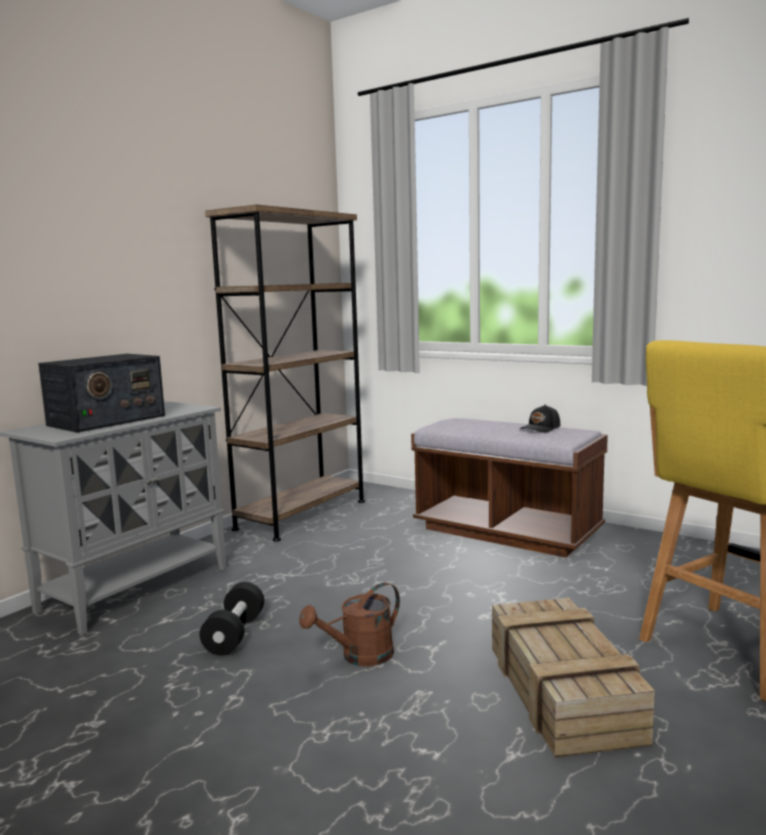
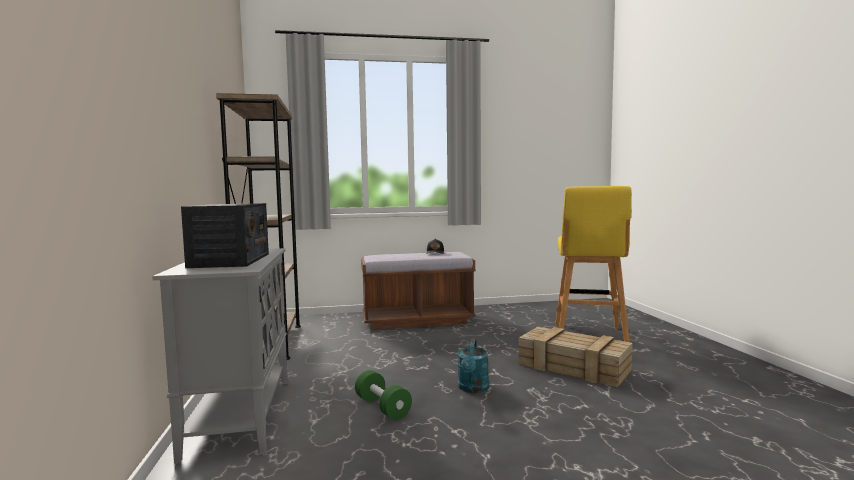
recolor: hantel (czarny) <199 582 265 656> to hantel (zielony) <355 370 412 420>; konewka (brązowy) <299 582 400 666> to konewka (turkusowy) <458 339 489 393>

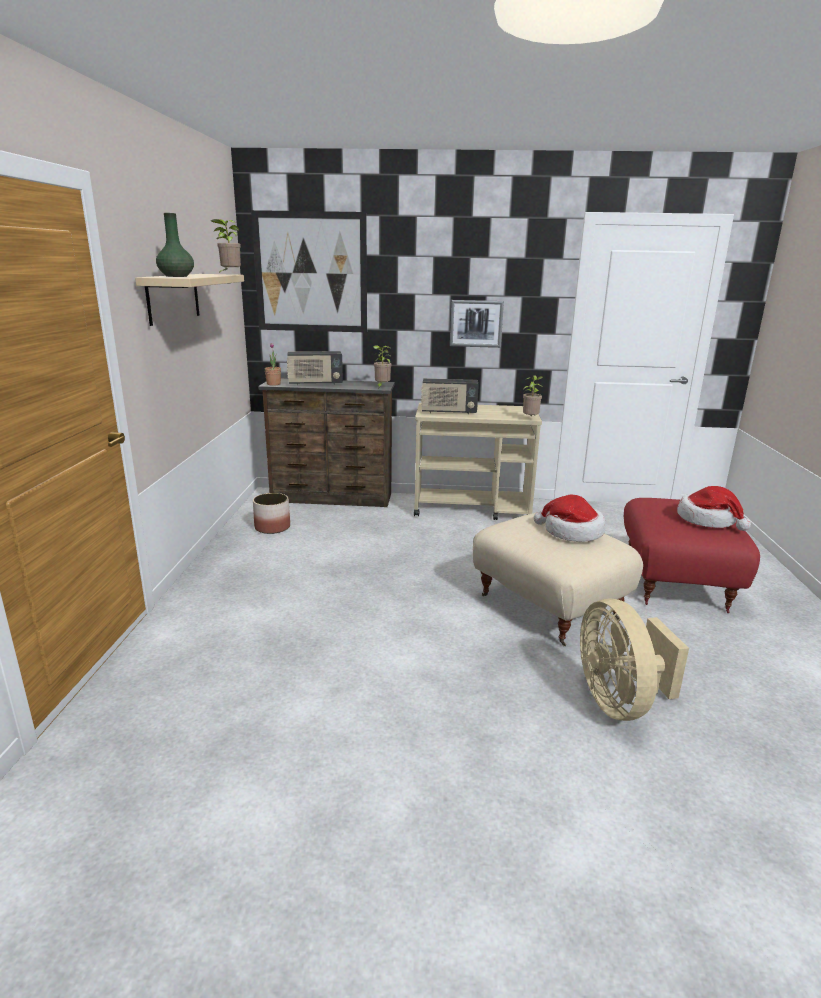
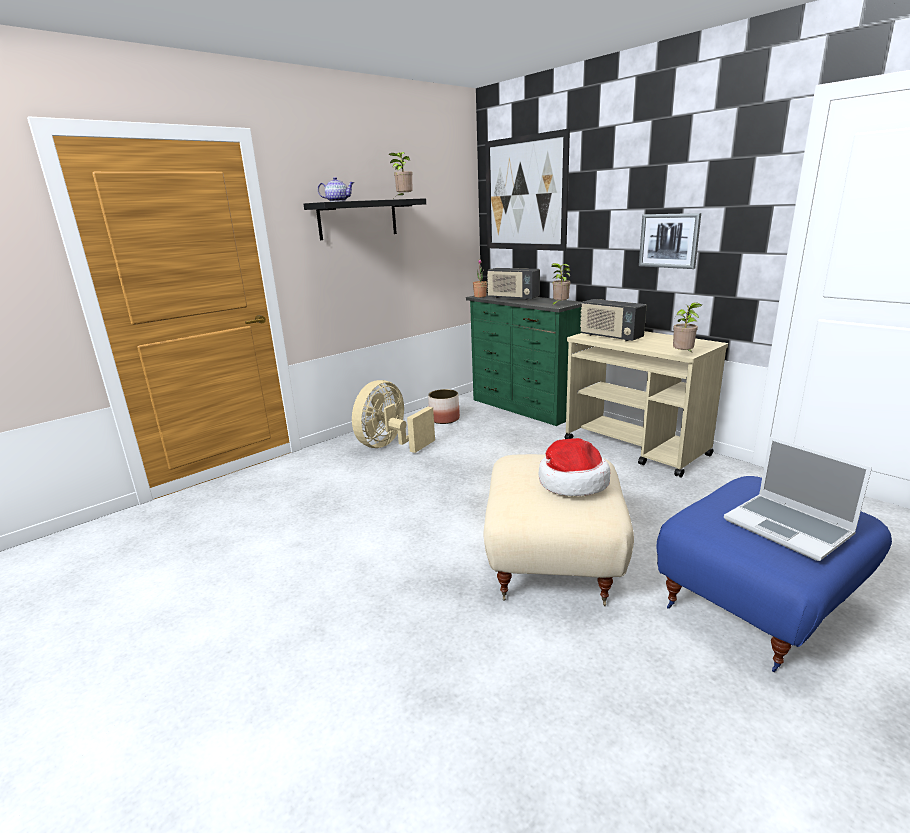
move: wentylator (beżowy) <580 598 689 721> to <352 380 435 453>
replace: wazon (zielony) <156 213 194 277> to imbryk <318 177 355 202>; kapelusz <677 486 751 531> to laptop <724 437 872 561>
recolor: półka (beżowy) <135 274 244 326> to półka (czarny) <304 198 426 240>; komoda (brązowy) <258 379 395 507> to komoda (zielony) <466 293 582 426>; pufa (czerwony) <624 498 760 613> to pufa (niebieski) <656 476 892 672>

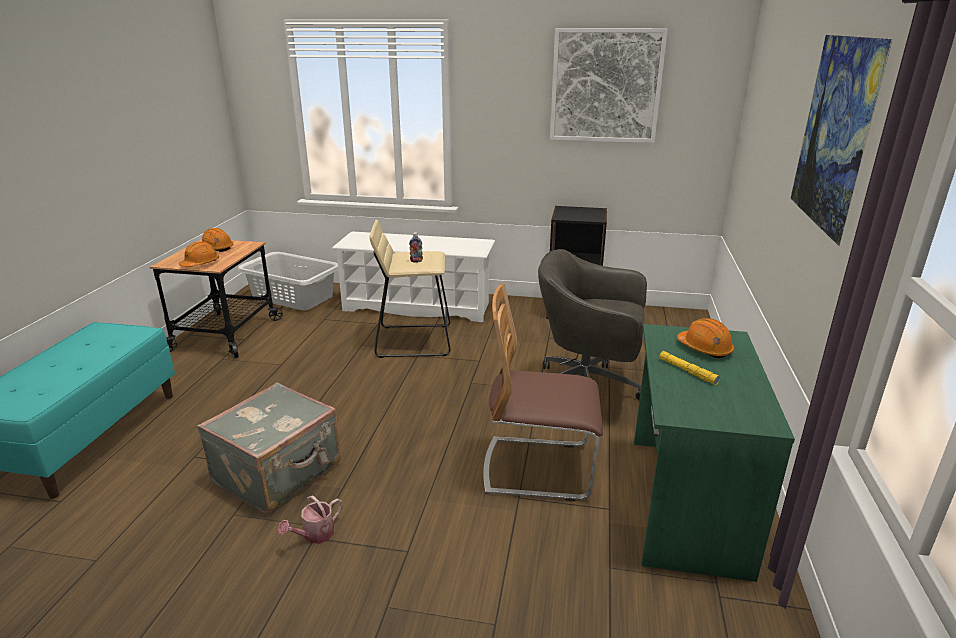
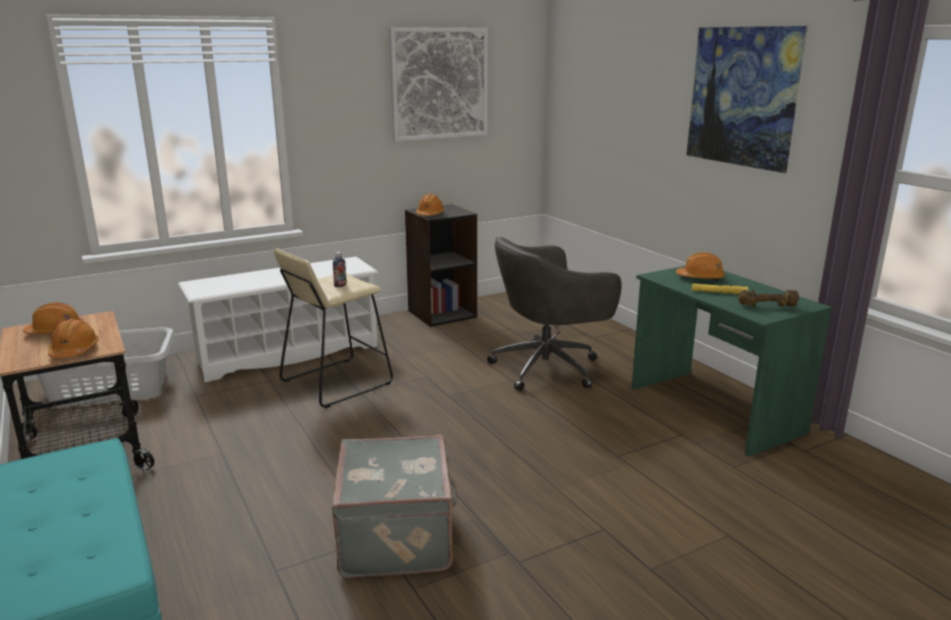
delete: krzesło <483 283 603 501>; konewka <278 495 342 544>
insert: kask (pomarańczowy) <416 194 444 216>; hantel (brązowy) <738 290 799 307>

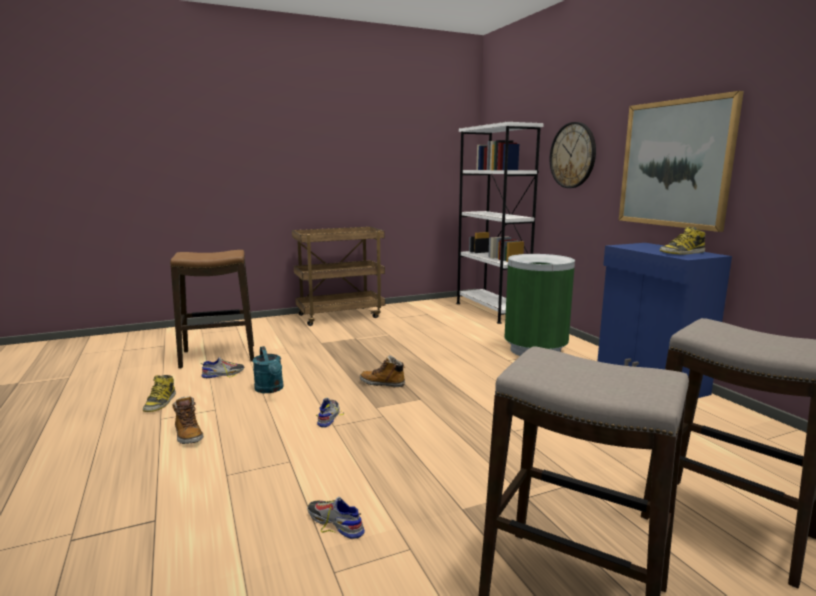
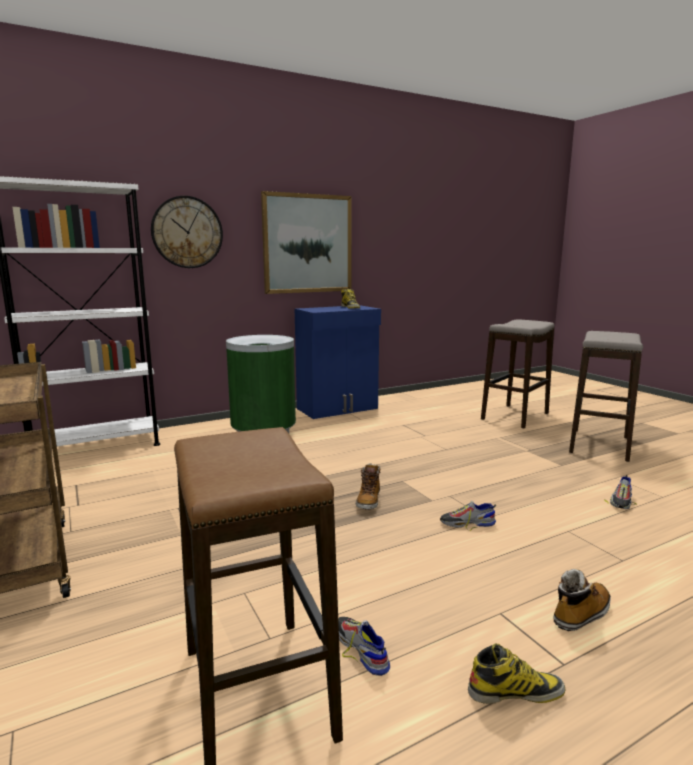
delete: konewka (turkusowy) <252 346 284 393>

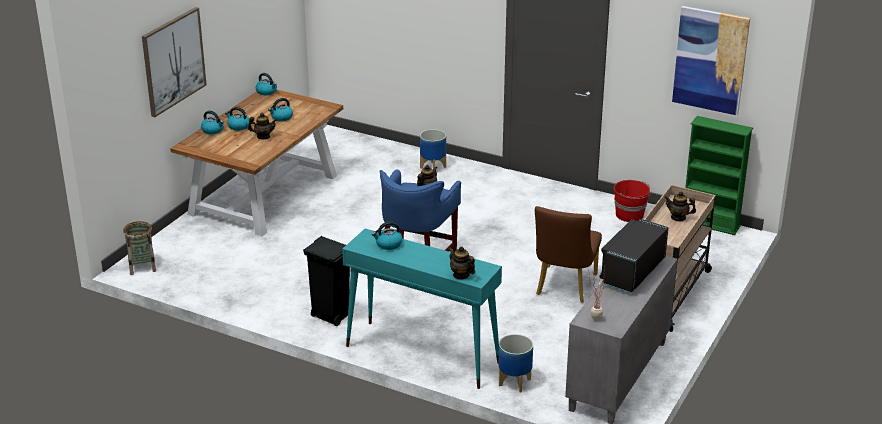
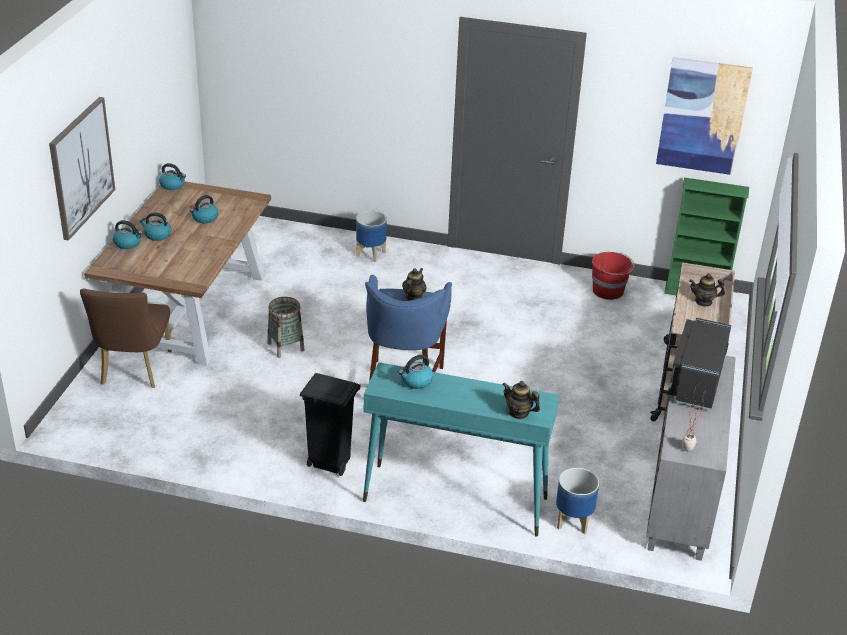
delete: imbryk <248 113 277 139>
move: krzesło (brązowy) <535 206 602 303> to <80 289 172 388>; koszyk <123 221 156 275> to <268 297 304 358>

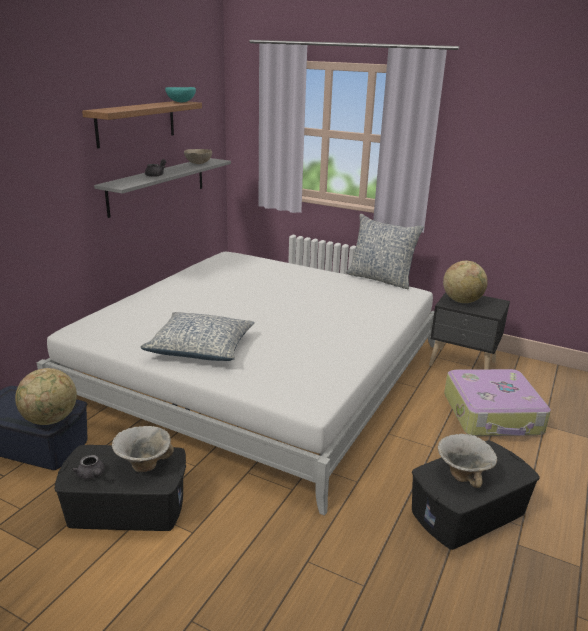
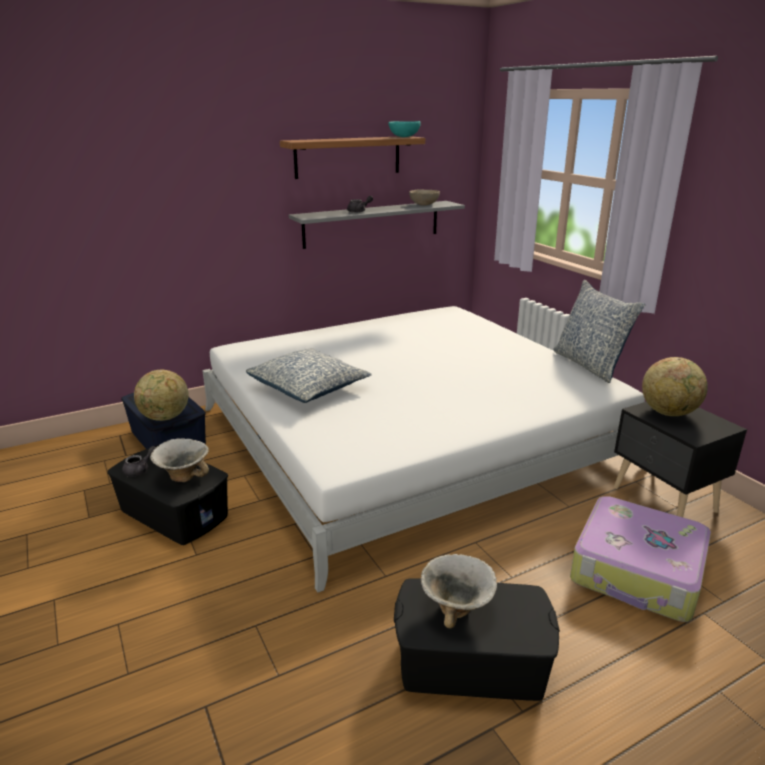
rotate: imbryk (szary) <72 455 104 480> = <122 446 156 477> 135 degrees counterclockwise

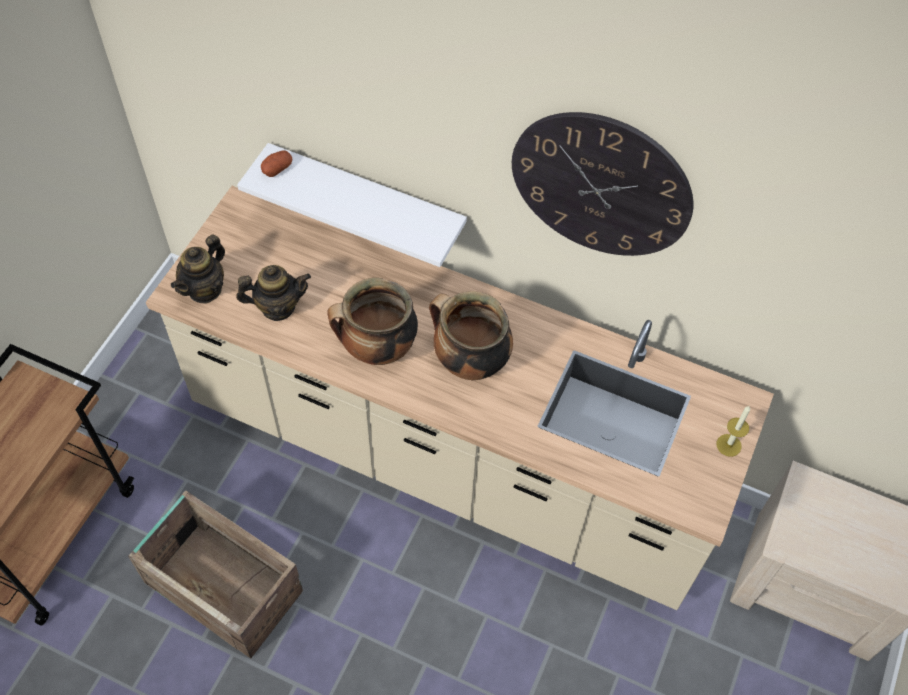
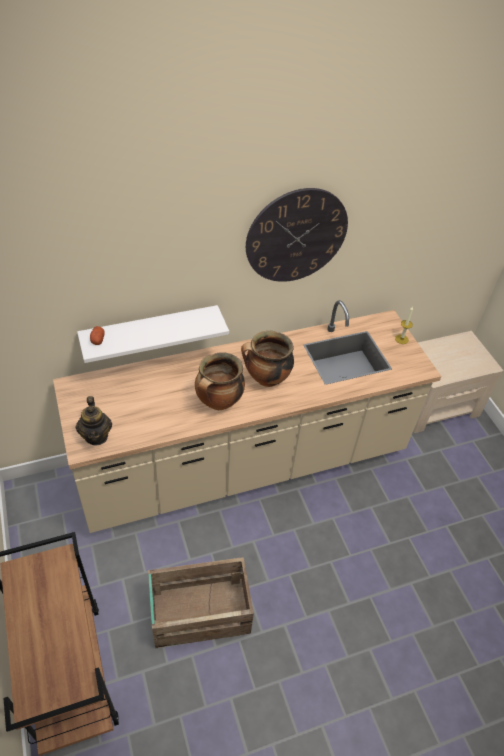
delete: imbryk <236 265 311 321>

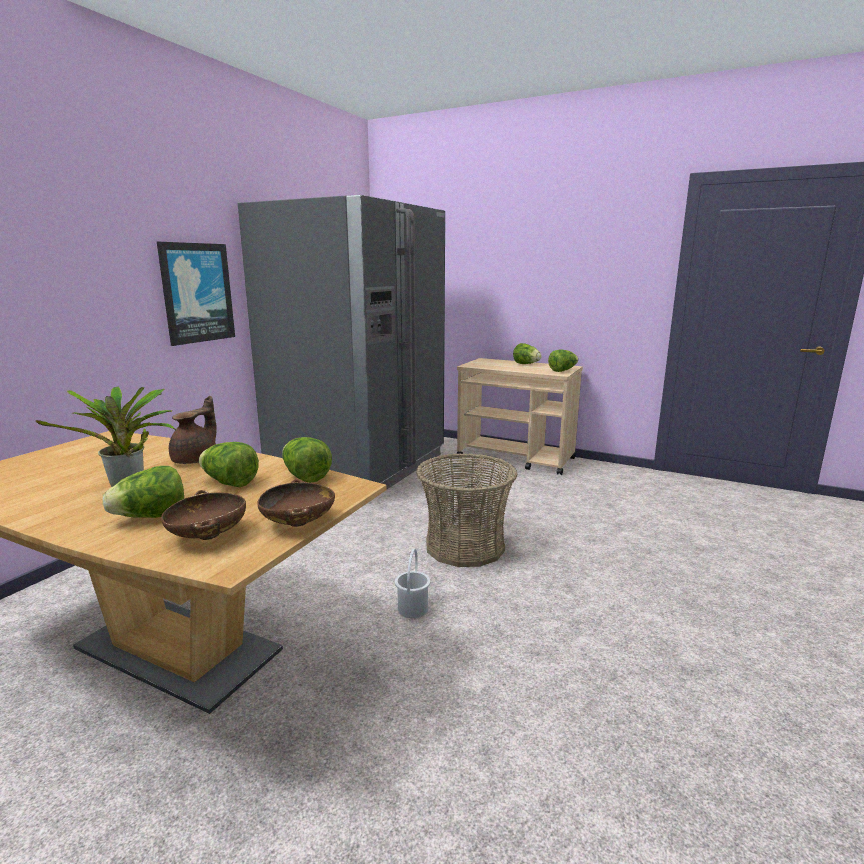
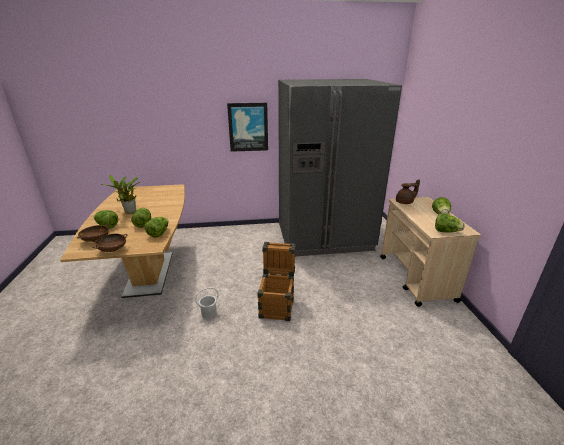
move: imbryk (brązowy) <169 396 216 464> to <396 179 420 204>
replace: koszyk <416 453 517 567> to skrzynka <257 242 296 321>

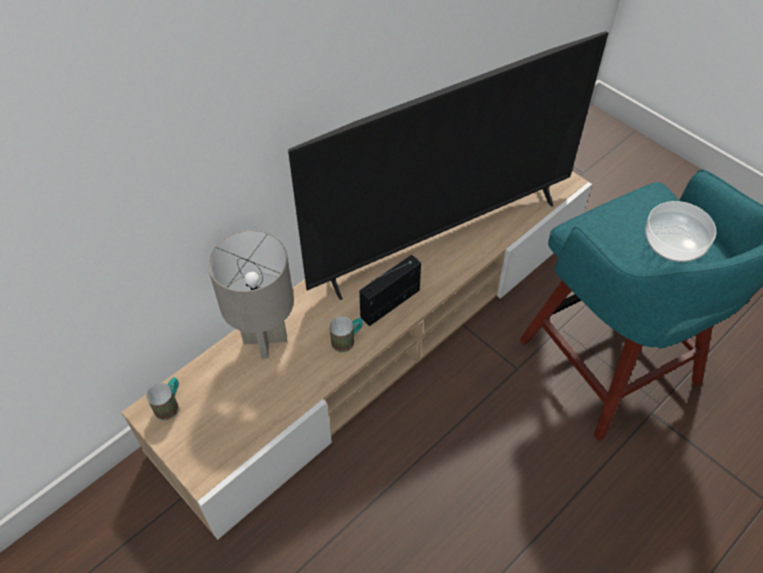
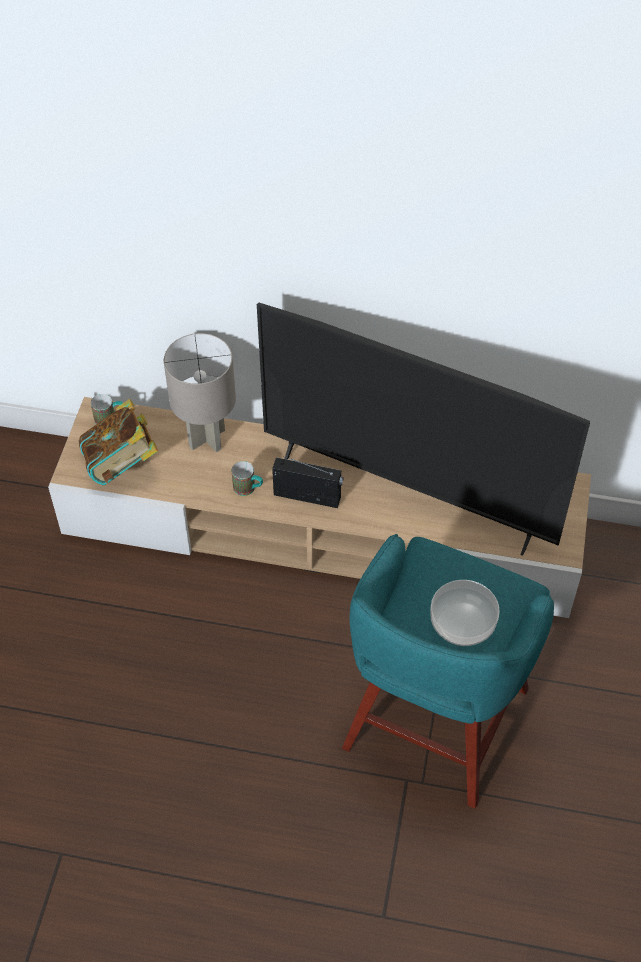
insert: książka <79 399 158 485>

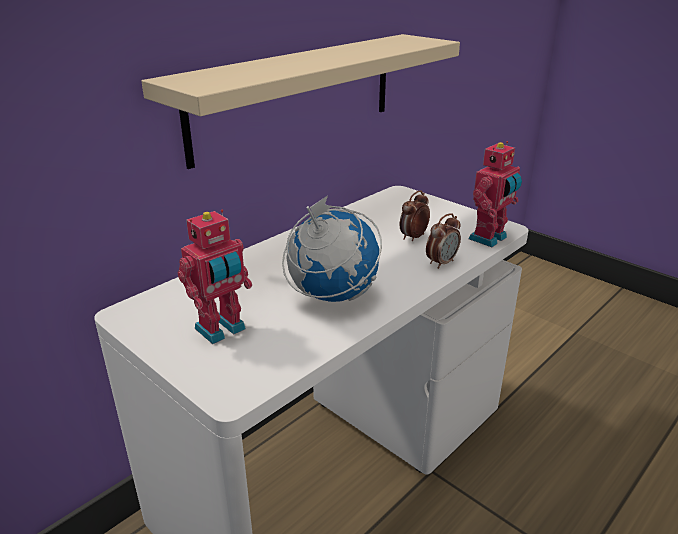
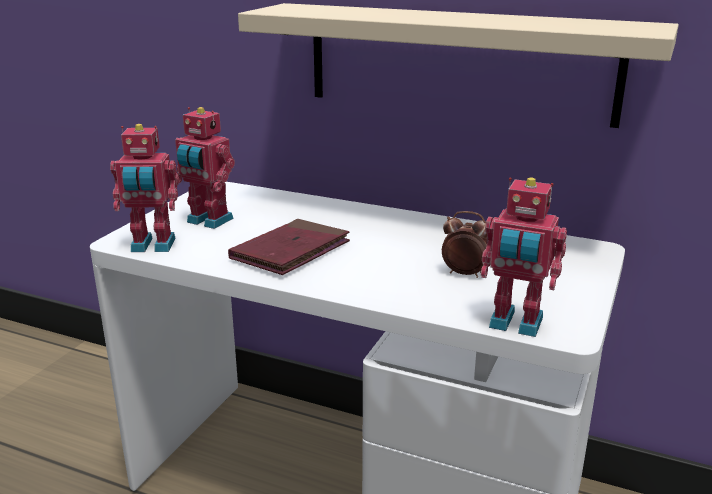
delete: budzik <426 213 461 269>
insert: robot zabawkowy <110 124 179 252>
replace: globus <282 195 382 302> to książka (czerwony) <228 219 350 275>

